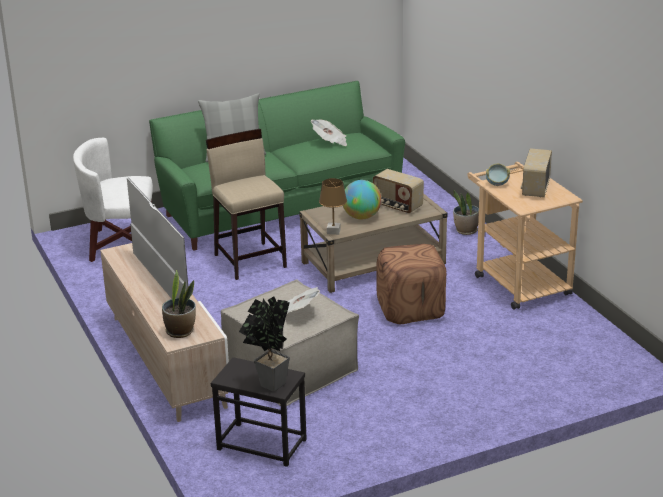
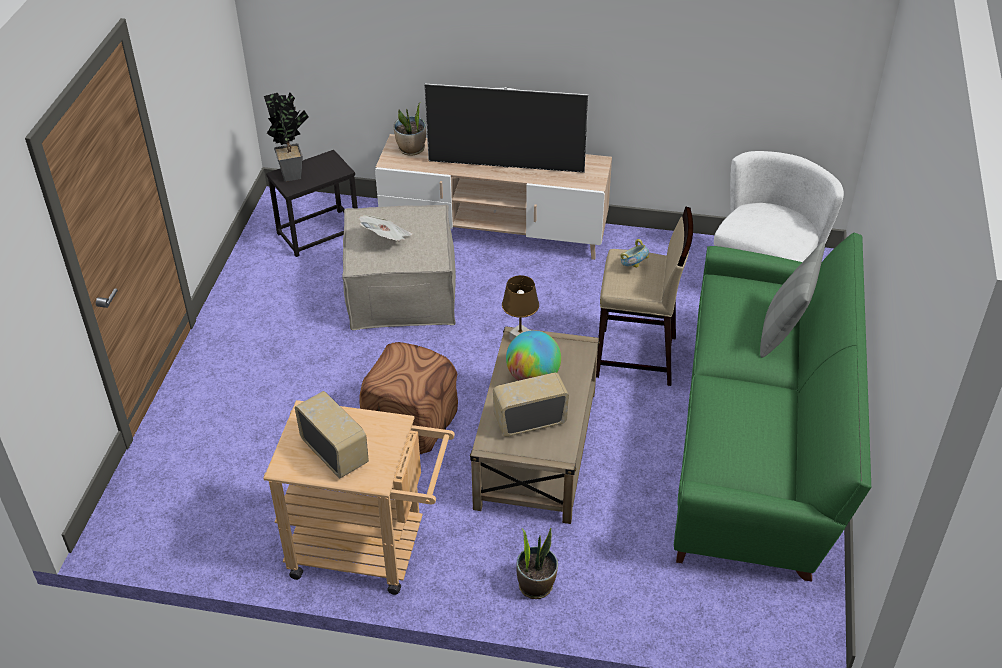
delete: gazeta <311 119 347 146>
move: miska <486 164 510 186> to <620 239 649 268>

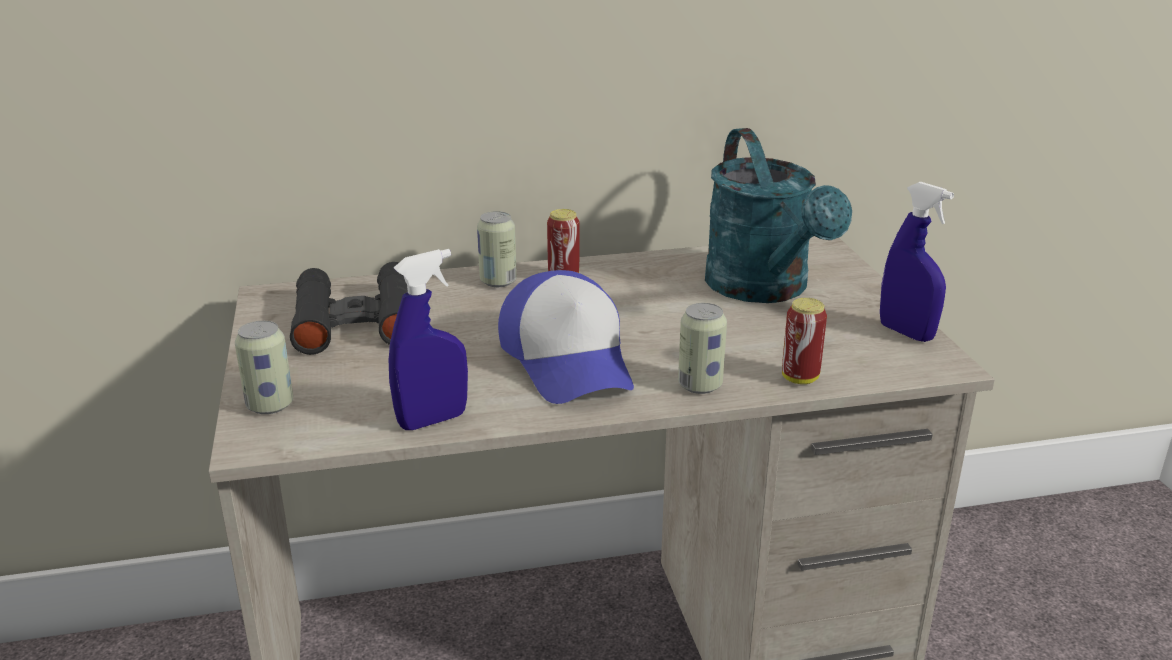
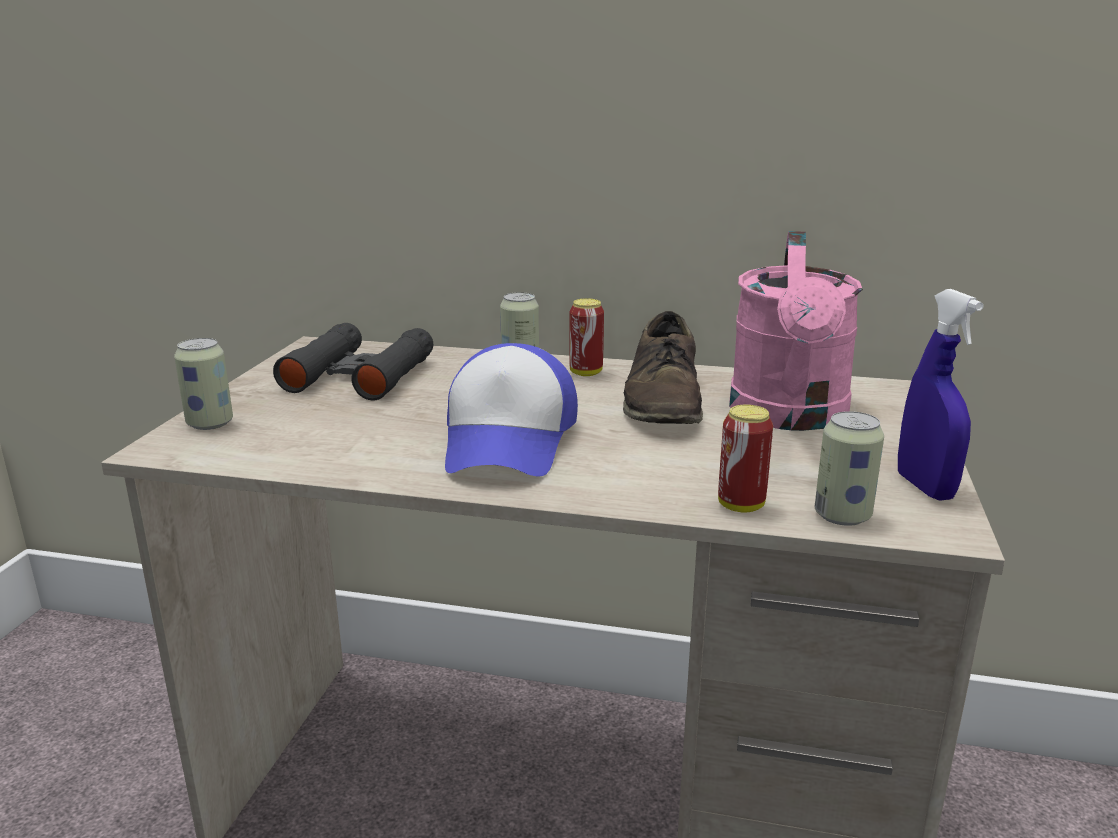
delete: spryskiwacz (niebieski) <389 249 468 430>
insert: but (brązowy) <623 311 703 424>
move: puszka <678 303 727 394> to <815 411 884 526>
recolor: konewka (turkusowy) <705 128 852 303> to konewka (różowy) <729 231 863 431>

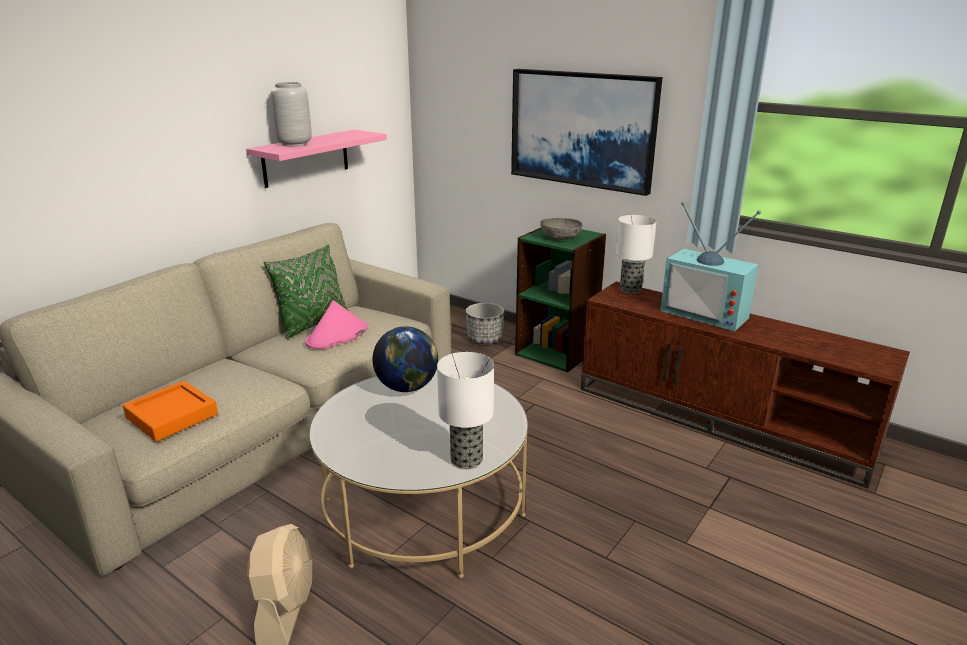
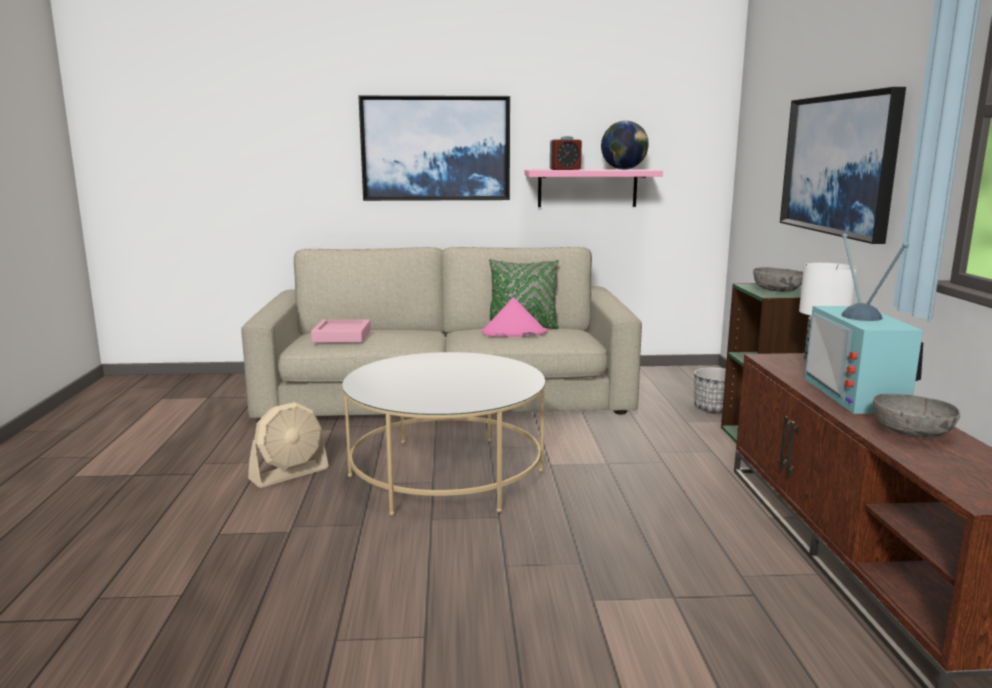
delete: lampa stołowa <437 352 494 469>
insert: obraz <358 95 510 201>; miska (szary) <873 394 960 438>
move: globus <372 326 438 392> to <601 121 649 170>
replace: wazon (szary) <271 82 312 146> to budzik <550 136 582 170>
recolor: taca (pomarańczowy) <123 381 218 442> to taca (różowy) <311 319 371 343>

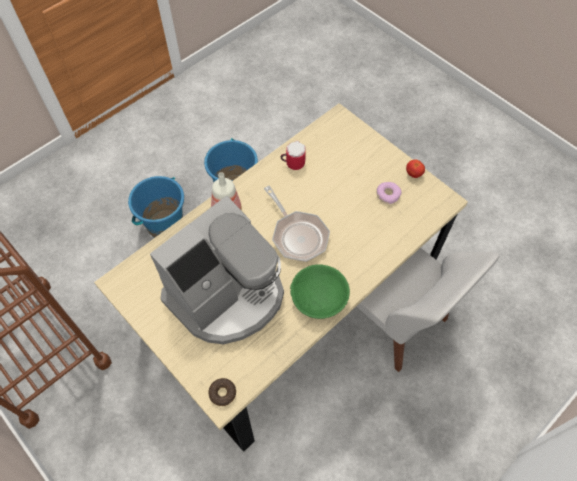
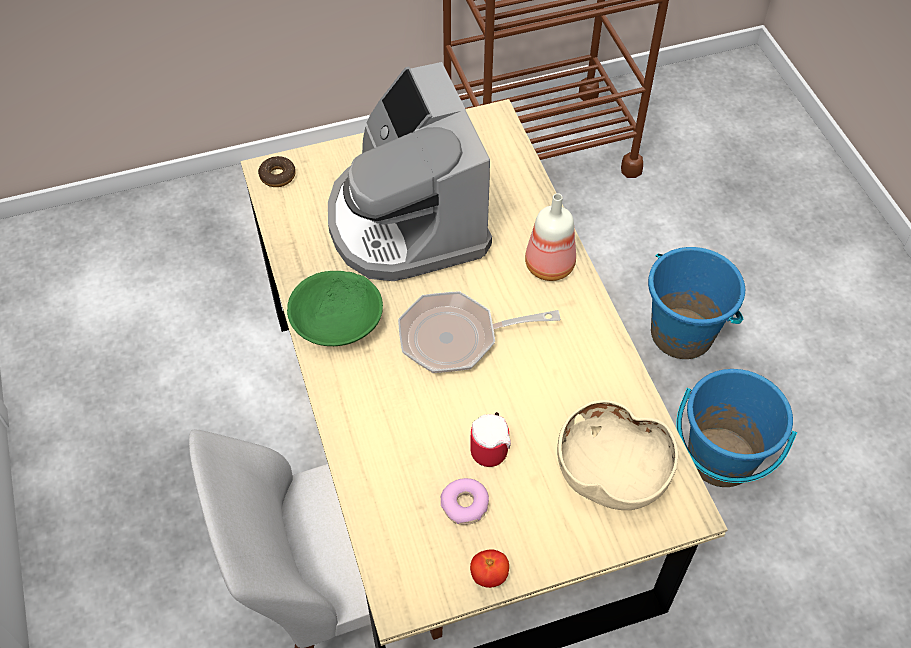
insert: miska (beżowy) <557 400 678 510>
move: kubek <281 141 306 170> to <470 412 511 467>

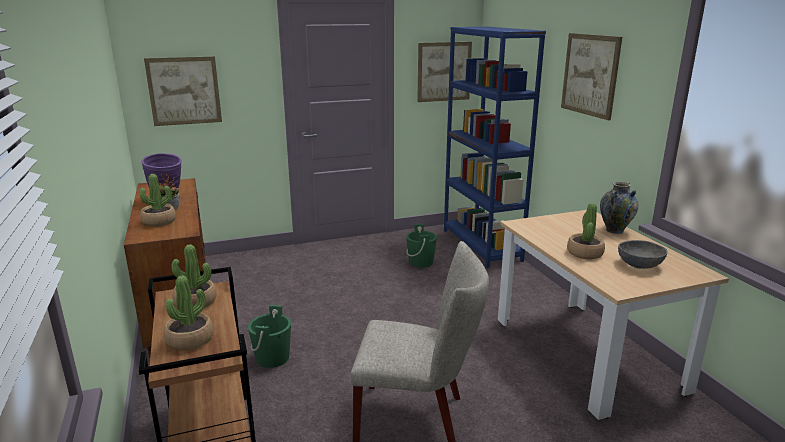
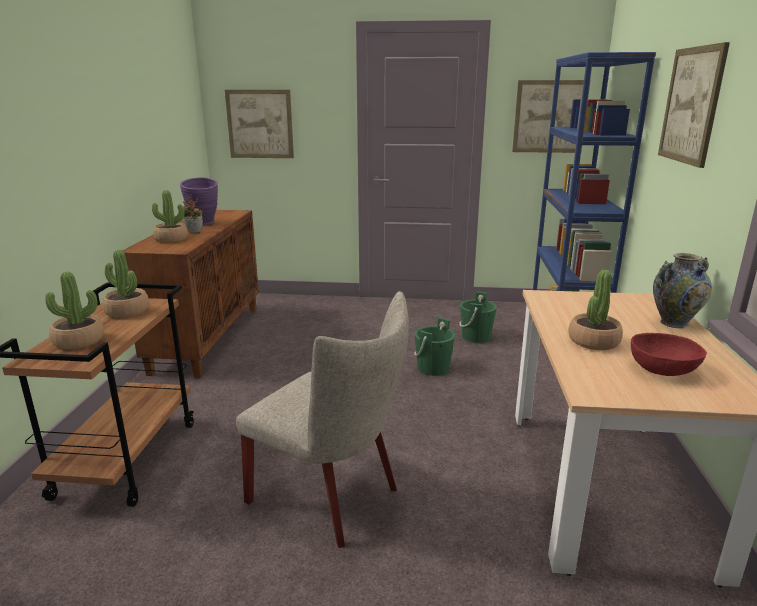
move: wiadro (zielony) <248 305 291 368> to <414 318 455 376>
recolor: miska (szary) <618 240 667 269> to miska (czerwony) <631 333 707 376>

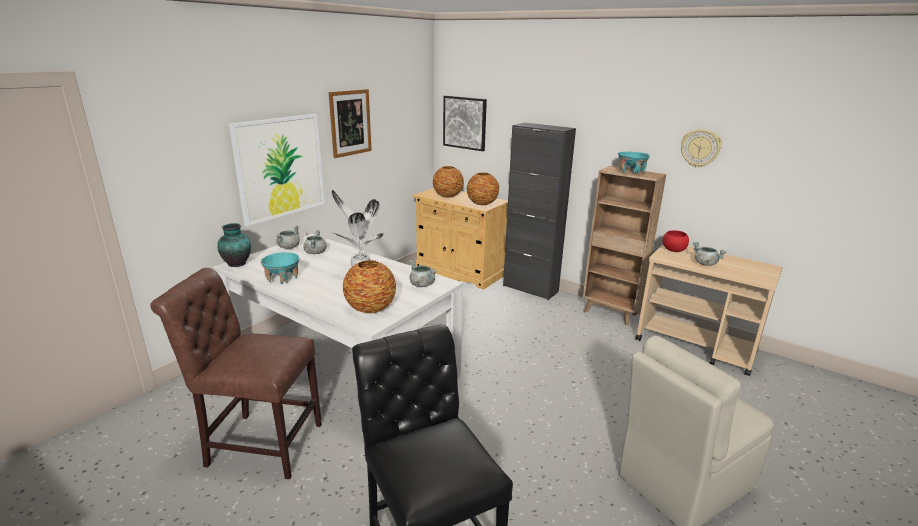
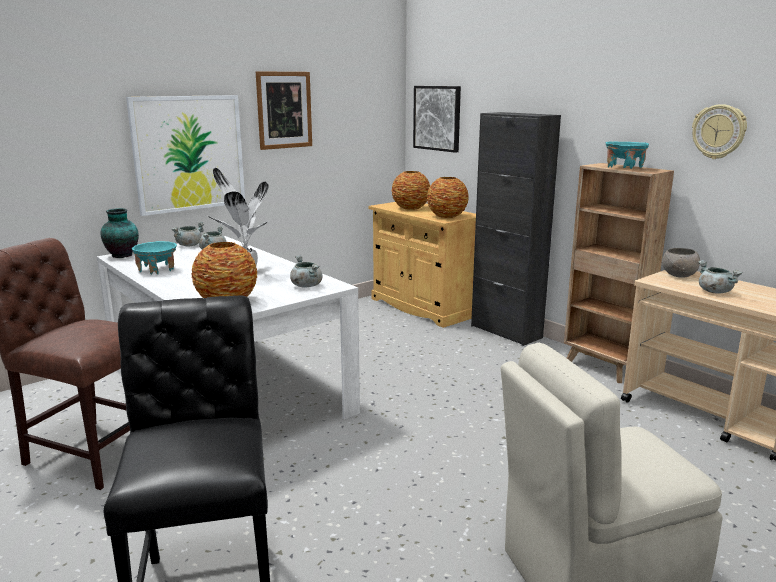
recolor: miska (czerwony) <662 230 689 252> to miska (szary) <662 248 700 278>

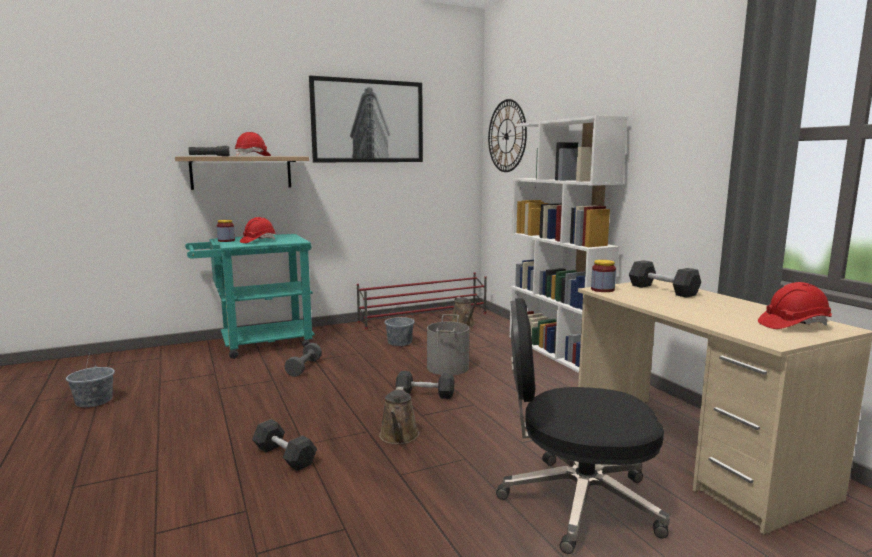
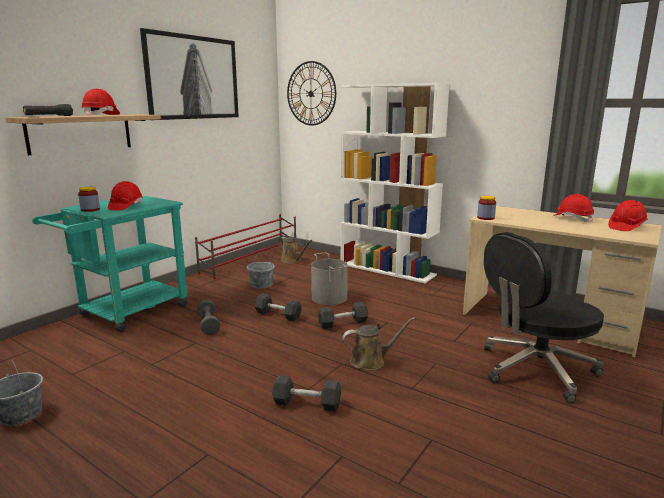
insert: kask (czerwony) <553 194 594 223>
move: hantel (szary) <629 260 701 298> to <255 294 302 321>
rotate: konewka (brązowy) <379 387 419 444> = <342 317 415 370> 75 degrees counterclockwise

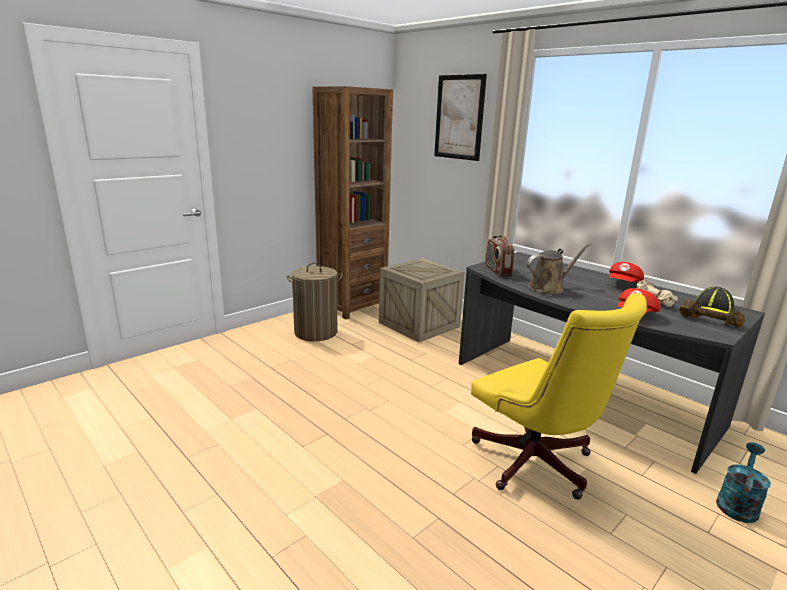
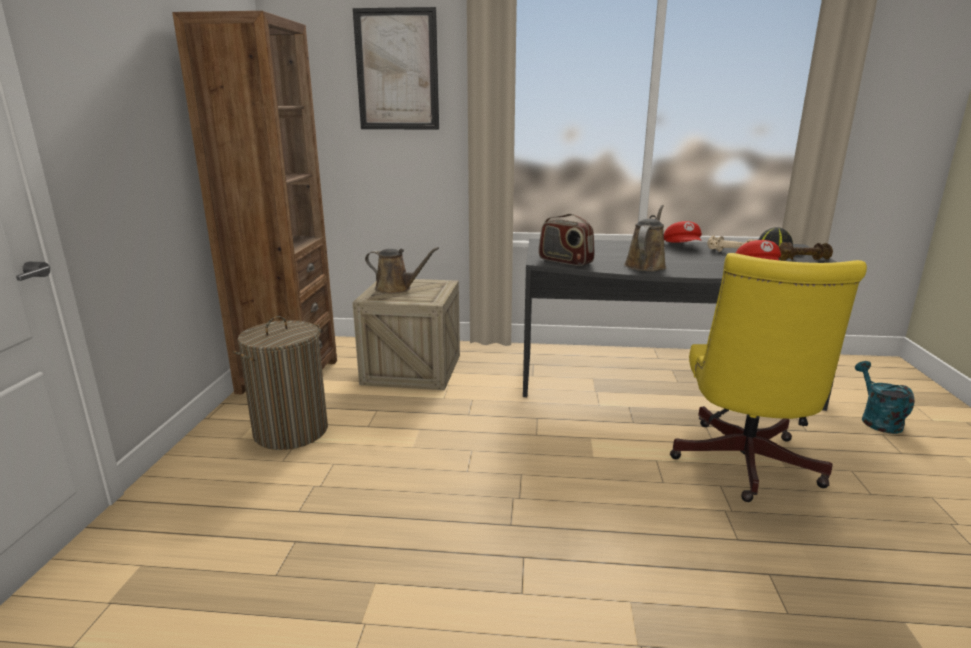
insert: konewka (brązowy) <365 247 439 294>
rotate: krzesło biurowe (żółty) <471 293 647 499> = <670 253 867 502> 90 degrees clockwise

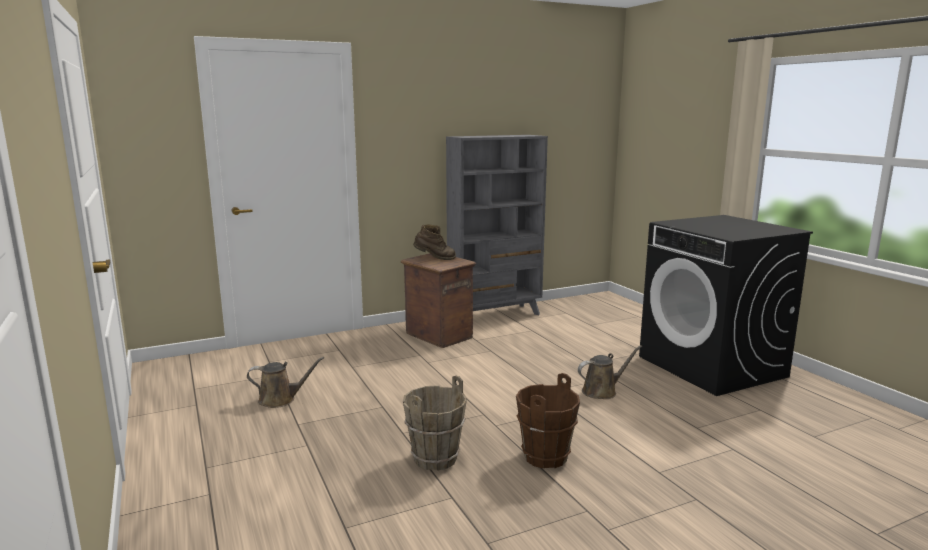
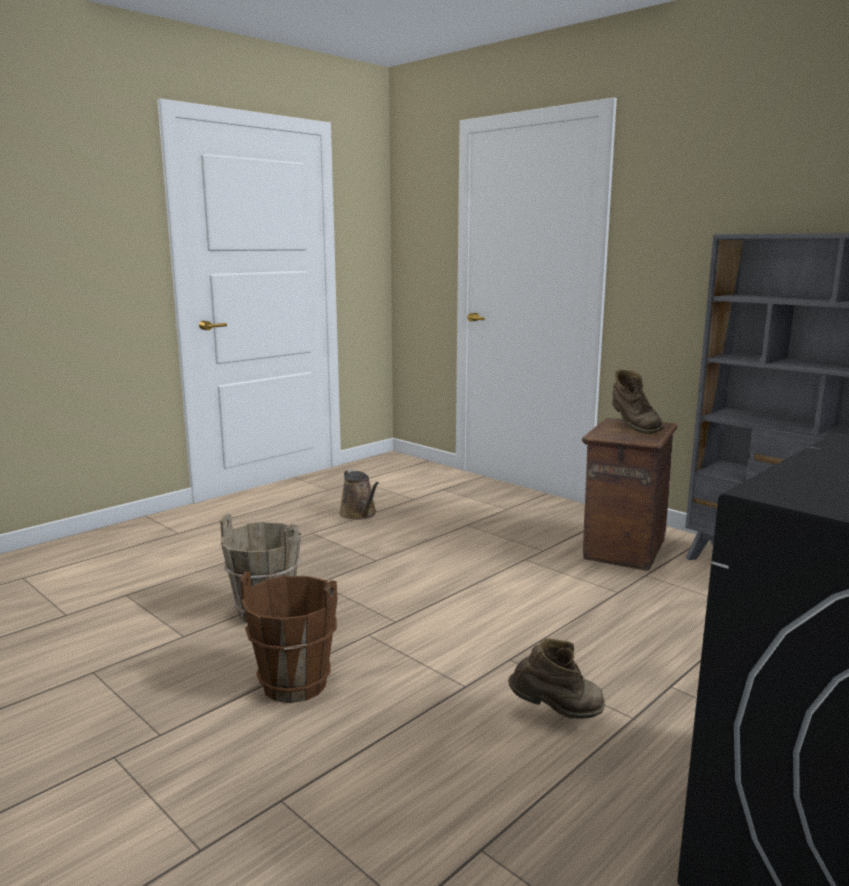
replace: konewka (brązowy) <578 345 642 399> to but z cholewką (brązowy) <508 638 605 719>

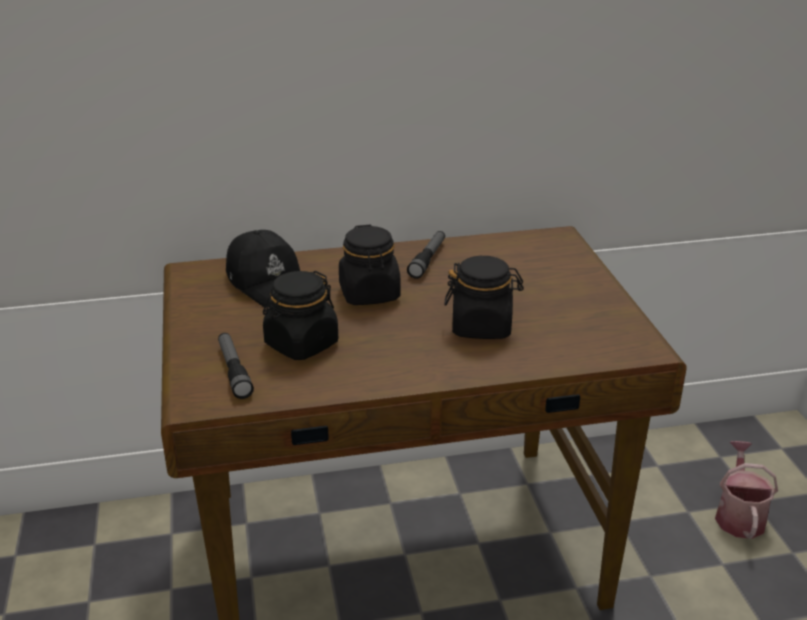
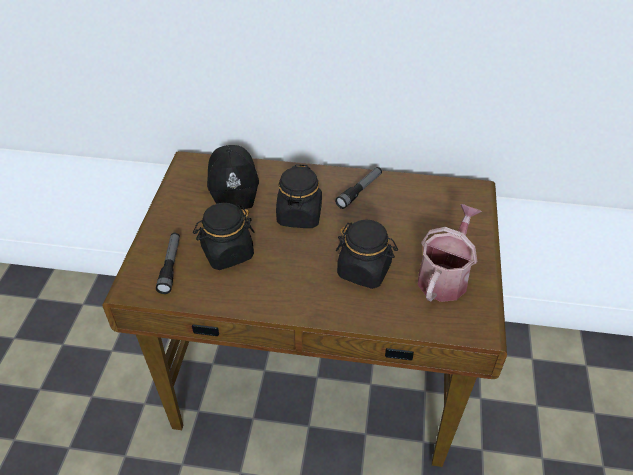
move: konewka <715 441 778 539> to <418 204 482 302>

